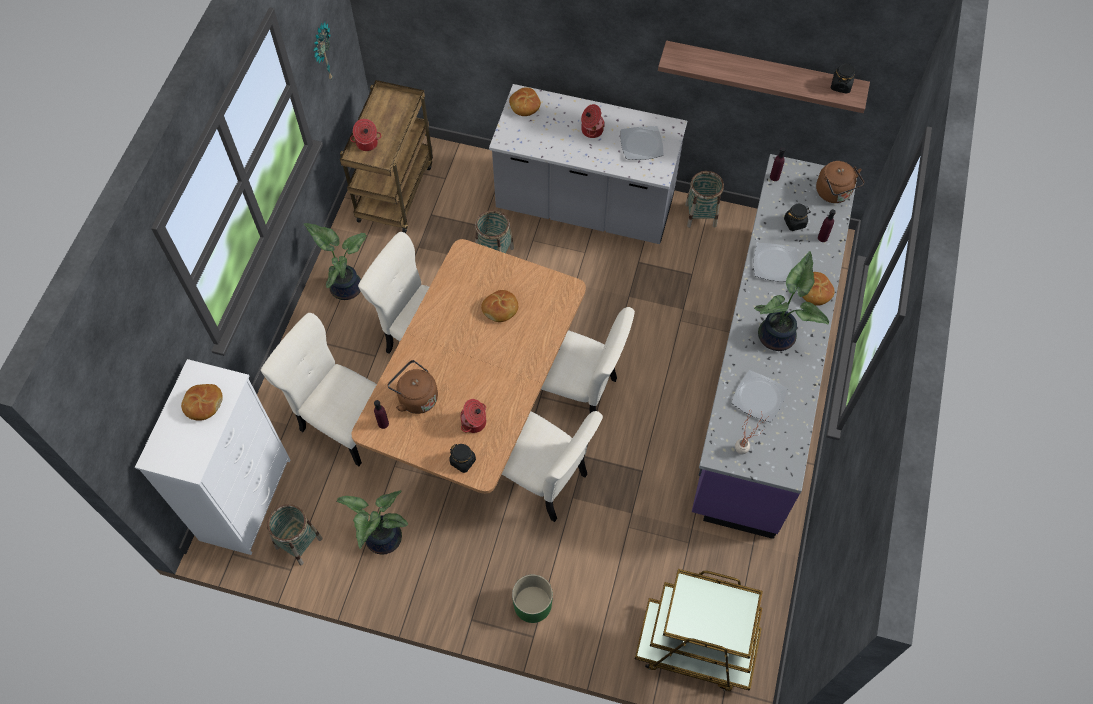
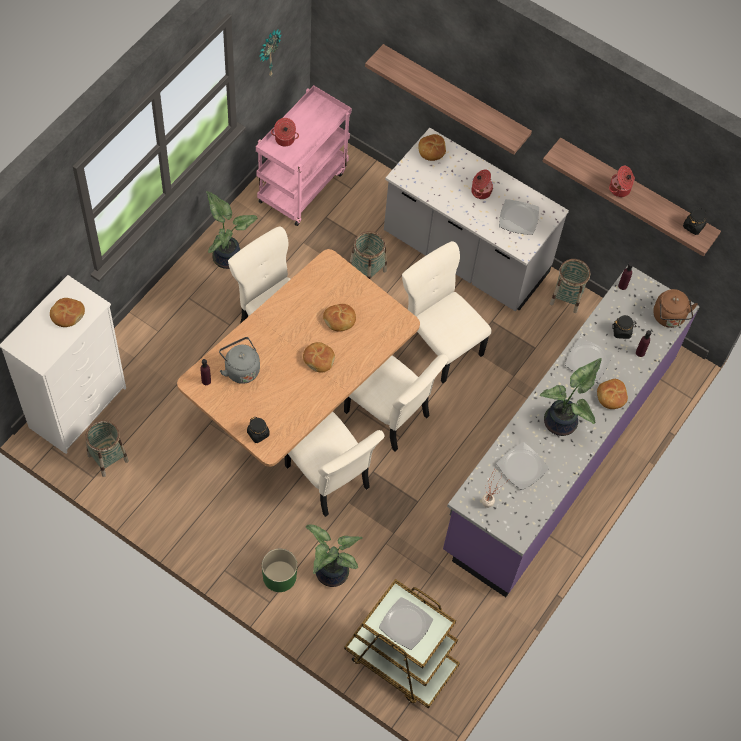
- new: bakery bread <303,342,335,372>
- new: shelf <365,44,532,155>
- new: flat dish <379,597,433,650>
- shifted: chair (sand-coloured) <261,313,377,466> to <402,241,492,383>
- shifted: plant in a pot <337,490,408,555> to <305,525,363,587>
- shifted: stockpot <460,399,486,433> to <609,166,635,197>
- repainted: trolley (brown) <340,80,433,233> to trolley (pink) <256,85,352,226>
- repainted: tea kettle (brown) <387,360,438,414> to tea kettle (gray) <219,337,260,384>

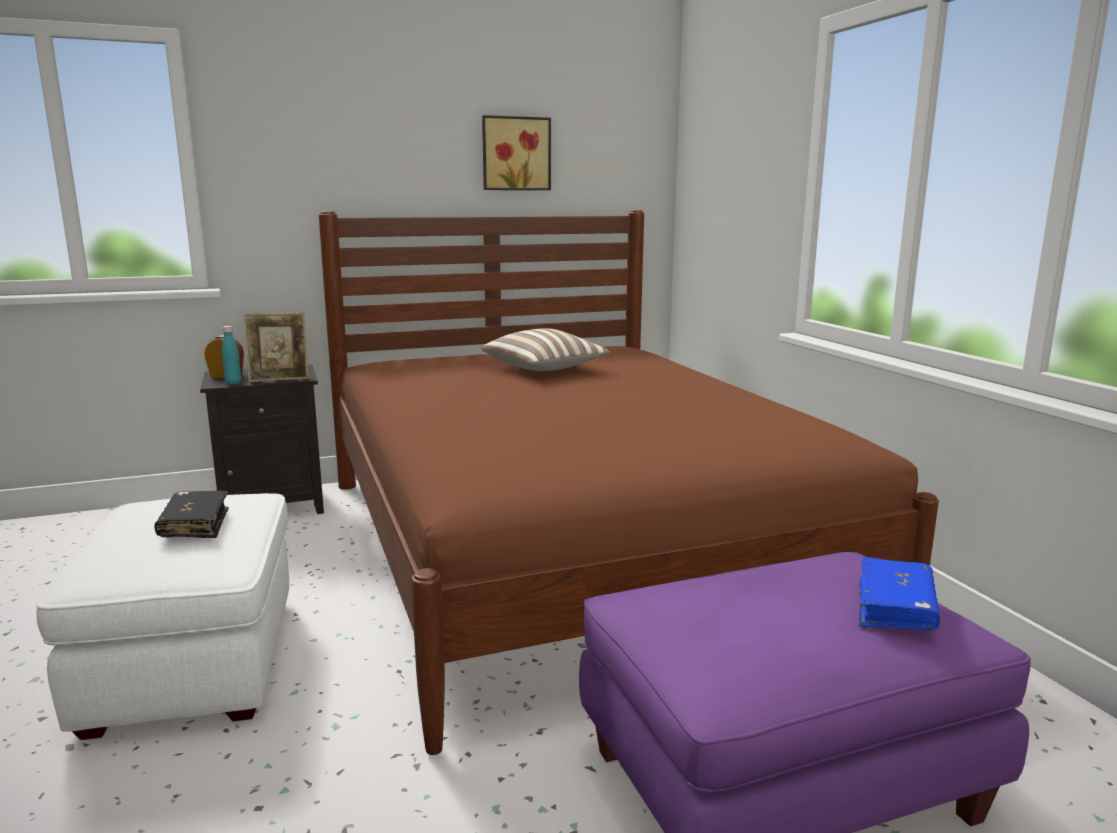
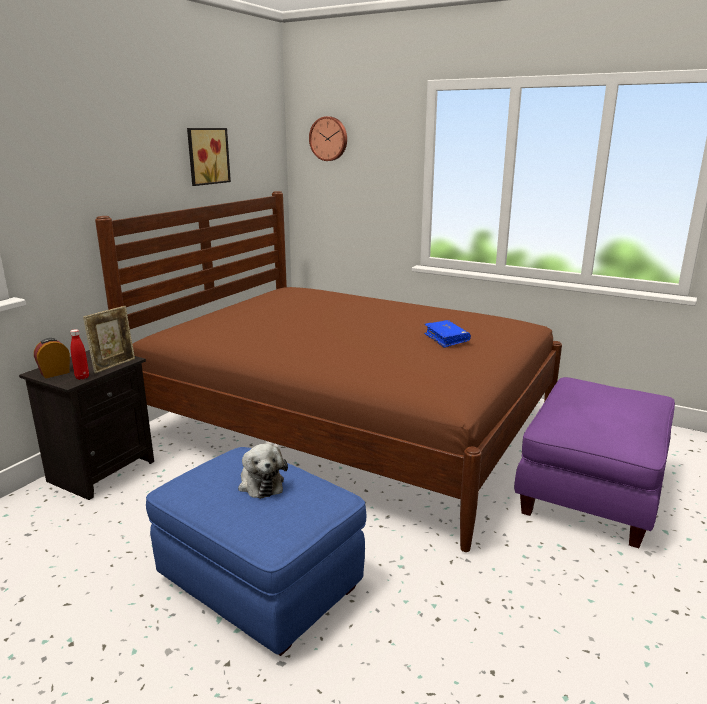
- gone: pillow <481,328,610,371>
- new: wall clock <309,116,347,161>
- shifted: book (blue-coloured) <859,557,940,630> to <424,320,471,348>
- swapped: book (blackish) <154,491,229,538> to cuddly toy <238,444,288,499>
- repainted: pouffe (white-coloured) <36,493,289,740> to pouffe (blue-coloured) <146,447,367,656>
- repainted: bottle (blue-green) <222,326,241,385> to bottle (reddish) <70,329,89,380>

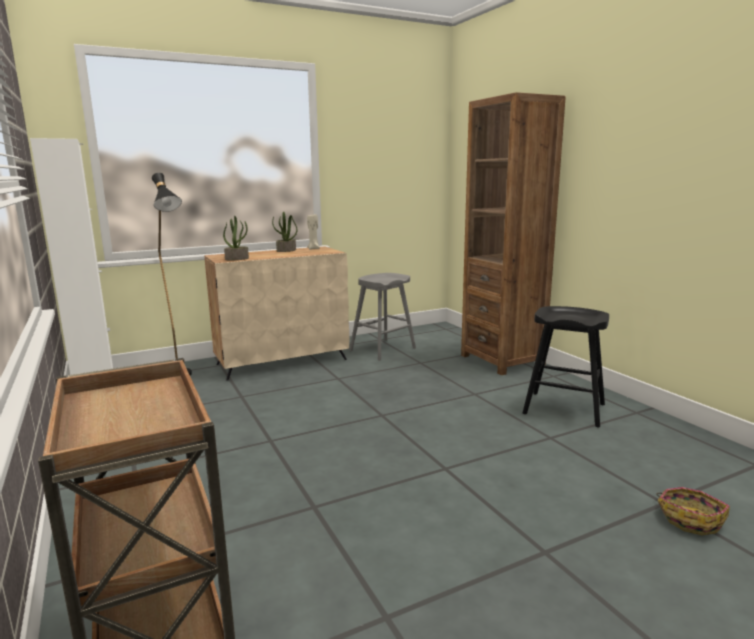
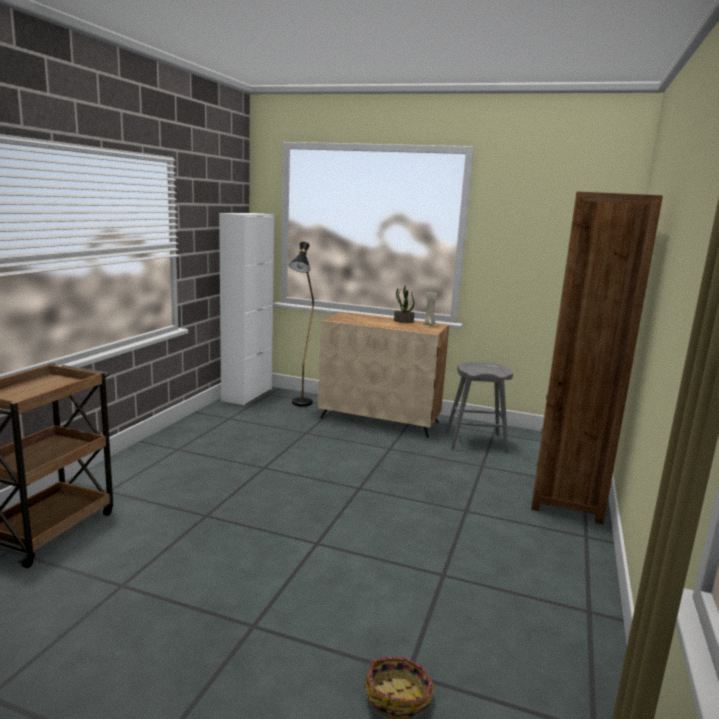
- gone: plant in a pot <223,216,249,260>
- gone: stool (blackish) <523,306,609,428>

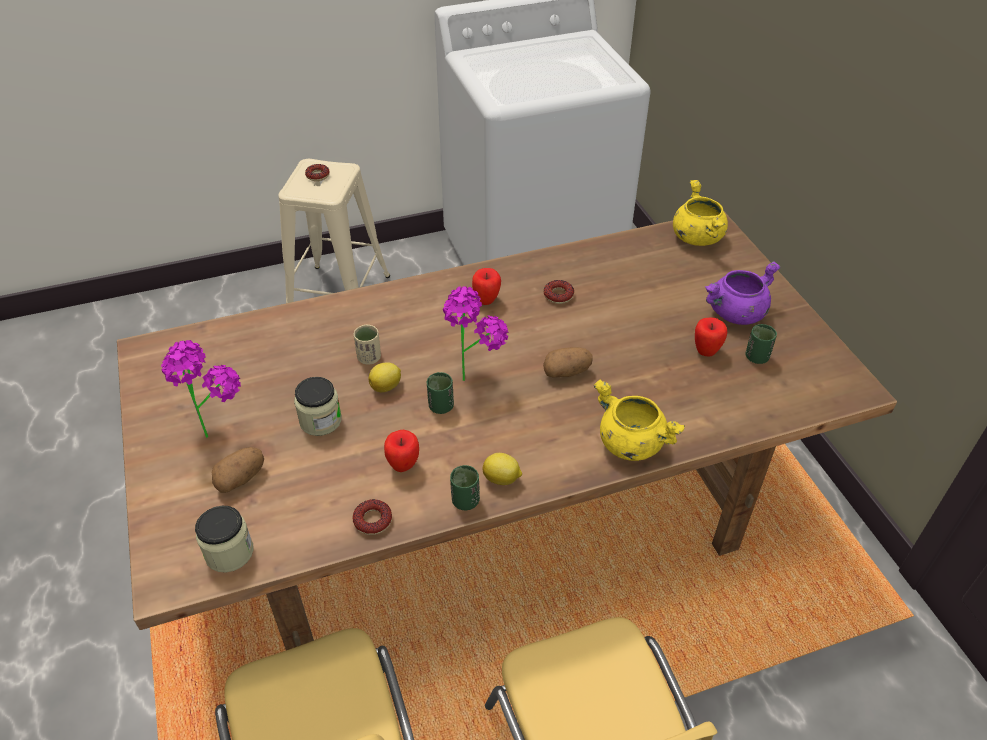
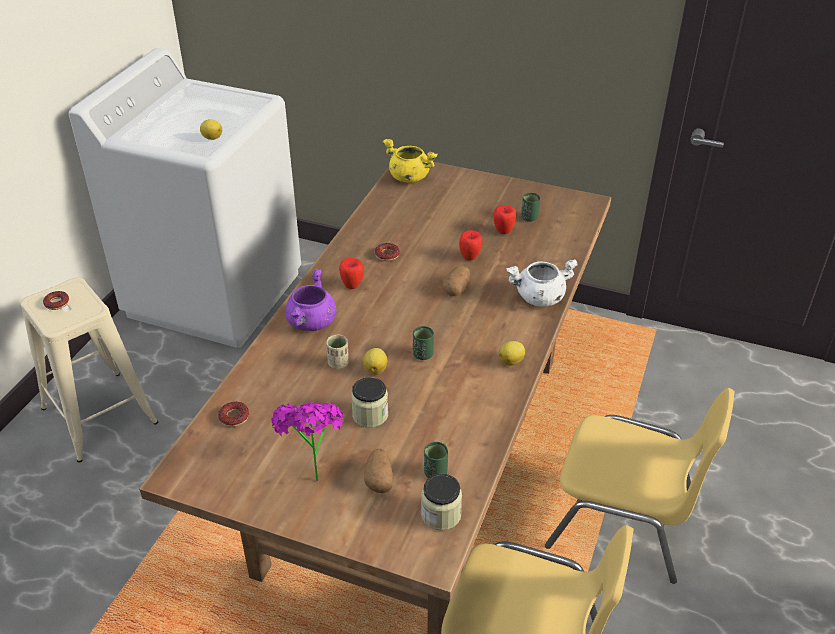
- gone: plant in a pot <443,286,508,381>
- new: lemon <200,119,222,140>
- shifted: ring doughnut <353,499,392,535> to <218,402,249,427>
- shifted: whole apple <384,430,419,472> to <459,230,482,261>
- shifted: small cup (green) <450,465,480,510> to <424,442,448,478>
- shifted: stockpot (purplish) <705,261,780,325> to <285,269,336,331>
- repainted: stockpot (yellow) <594,380,685,461> to stockpot (white-coloured) <506,259,578,307>

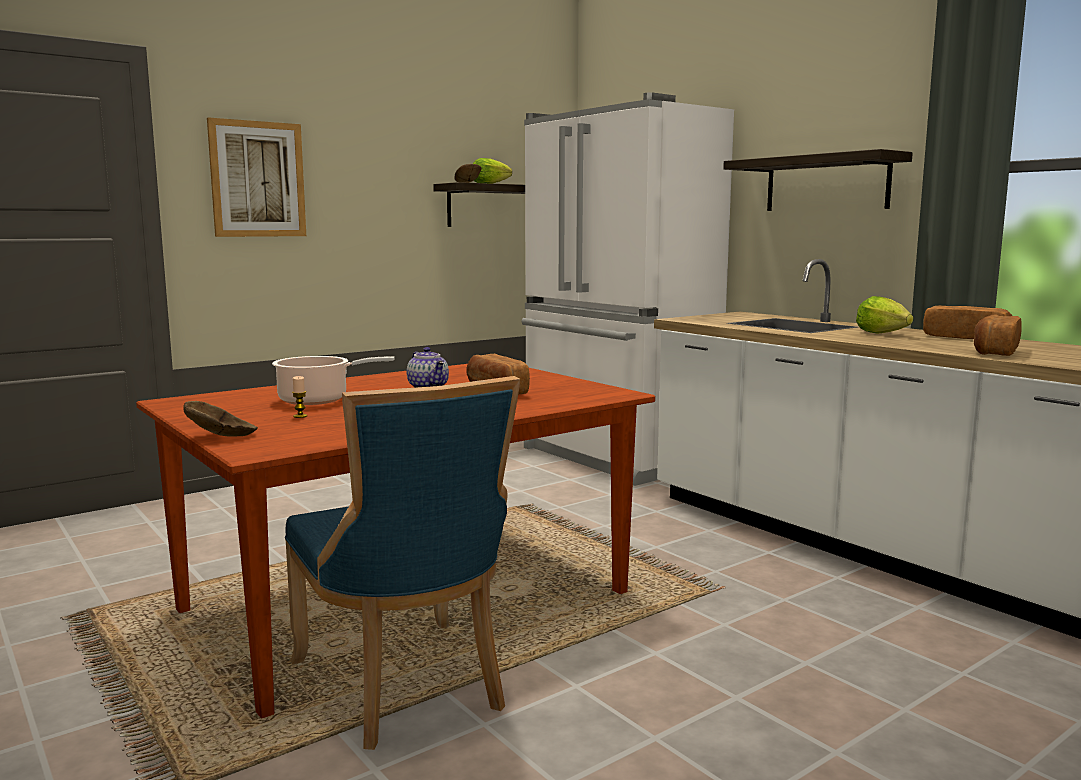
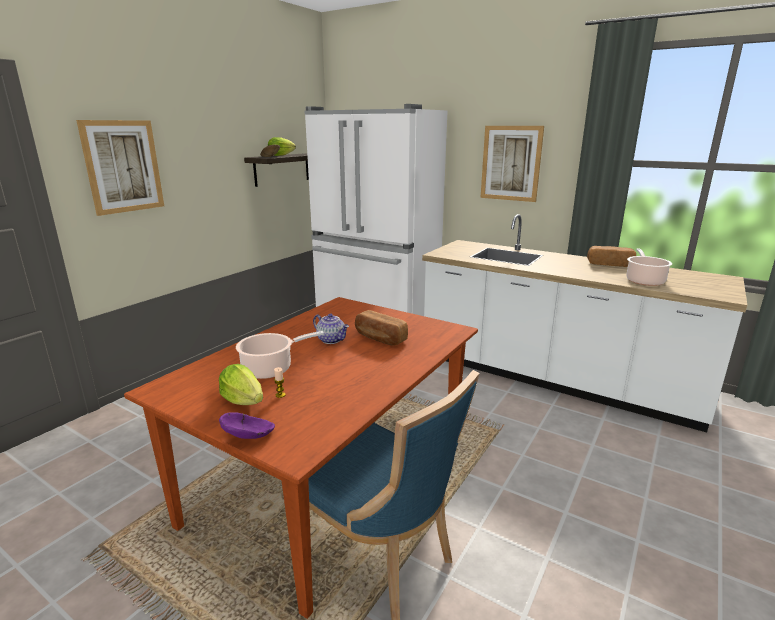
- shifted: head of lettuce <856,296,913,334> to <219,364,263,405>
- swapped: shelf <723,149,913,211> to wall art <480,126,544,202>
- swapped: bakery bread <974,314,1022,356> to stockpot <626,249,672,286>
- repainted: deep dish (brown) <183,401,258,437> to deep dish (purplish) <219,412,275,439>

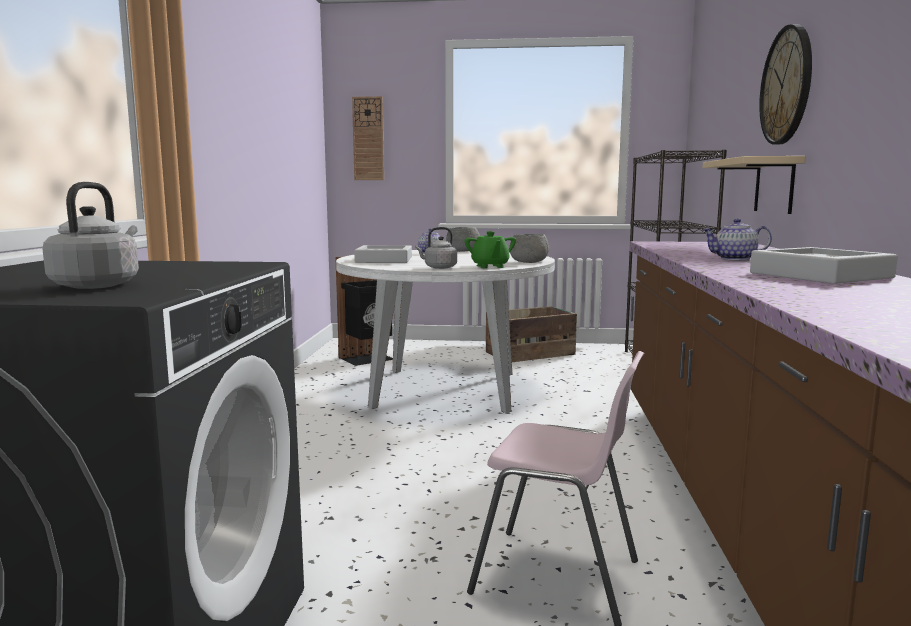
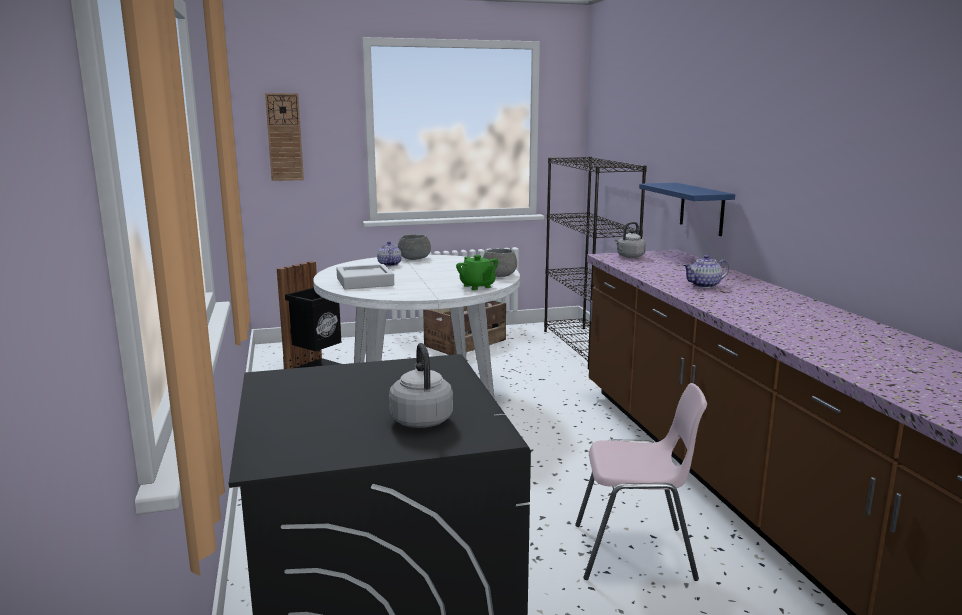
- gone: carrying tray (gray) <750,247,898,284>
- gone: wall clock <759,24,812,144>
- shifted: tea kettle (gray) <415,227,457,269> to <615,222,646,258>
- repainted: shelf (sand-coloured) <703,156,805,214> to shelf (blue-coloured) <639,183,735,236>

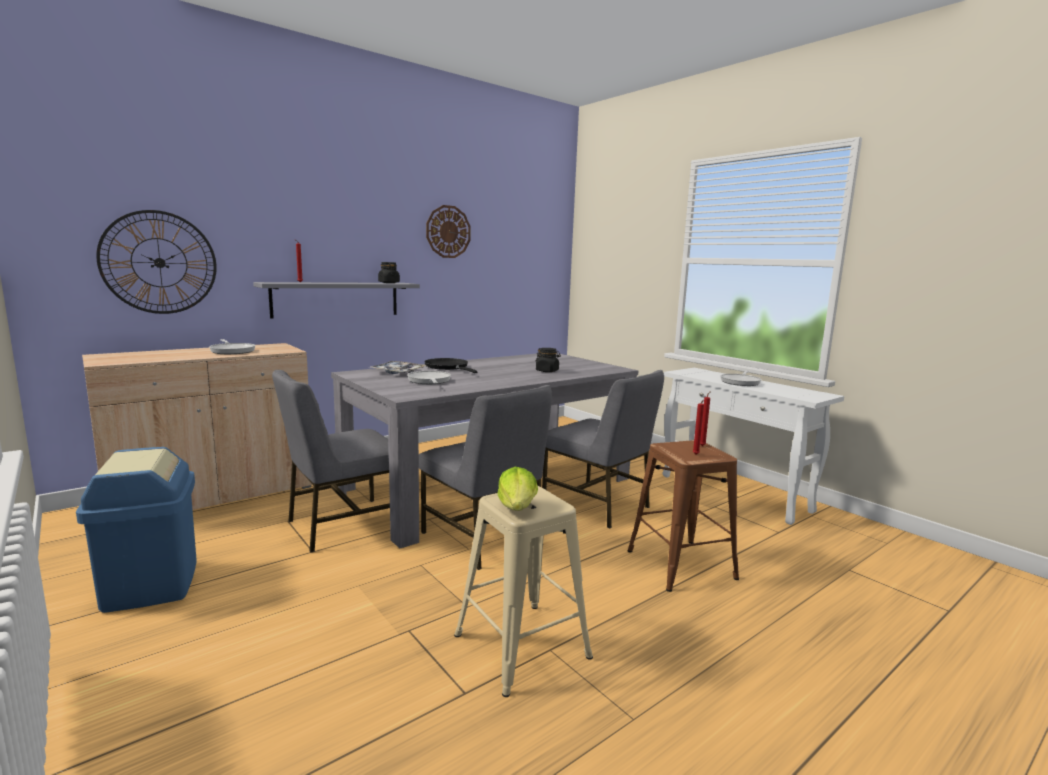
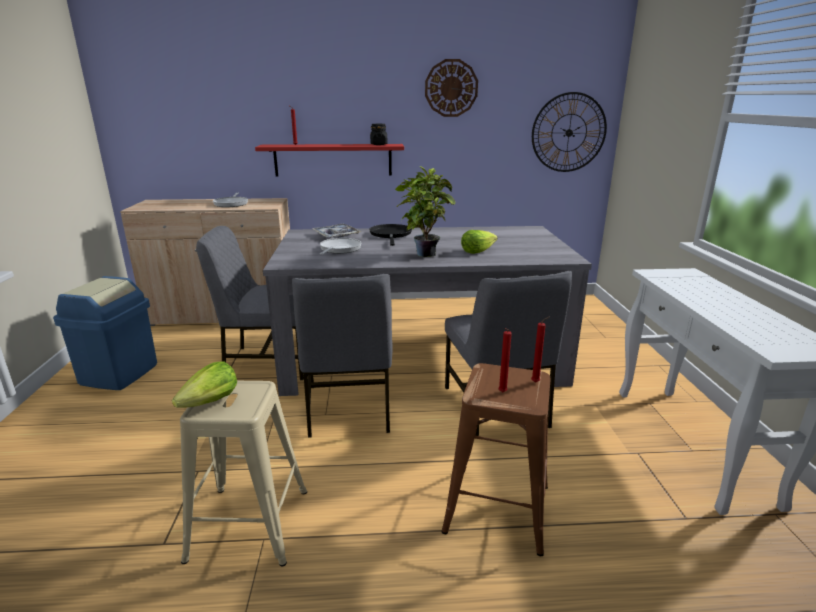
- gone: skillet <721,370,761,386>
- new: plant in a pot <395,166,455,257>
- shifted: wall clock <96,210,217,314> to <532,92,607,172>
- swapped: storage jar (blackish) <536,348,561,372> to head of lettuce <461,230,498,254>
- repainted: shelf (gray) <253,282,420,319> to shelf (reddish) <255,144,404,176>

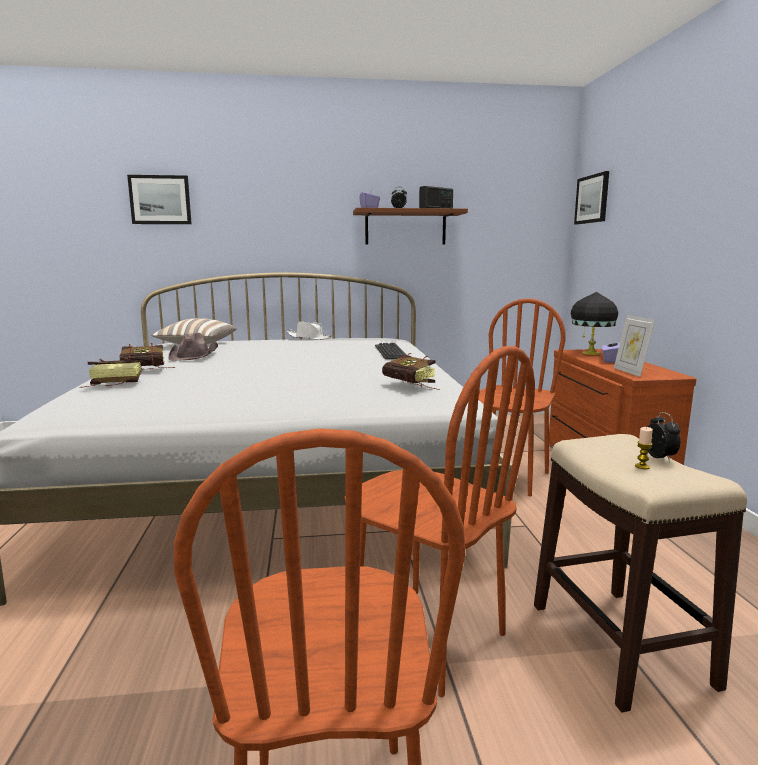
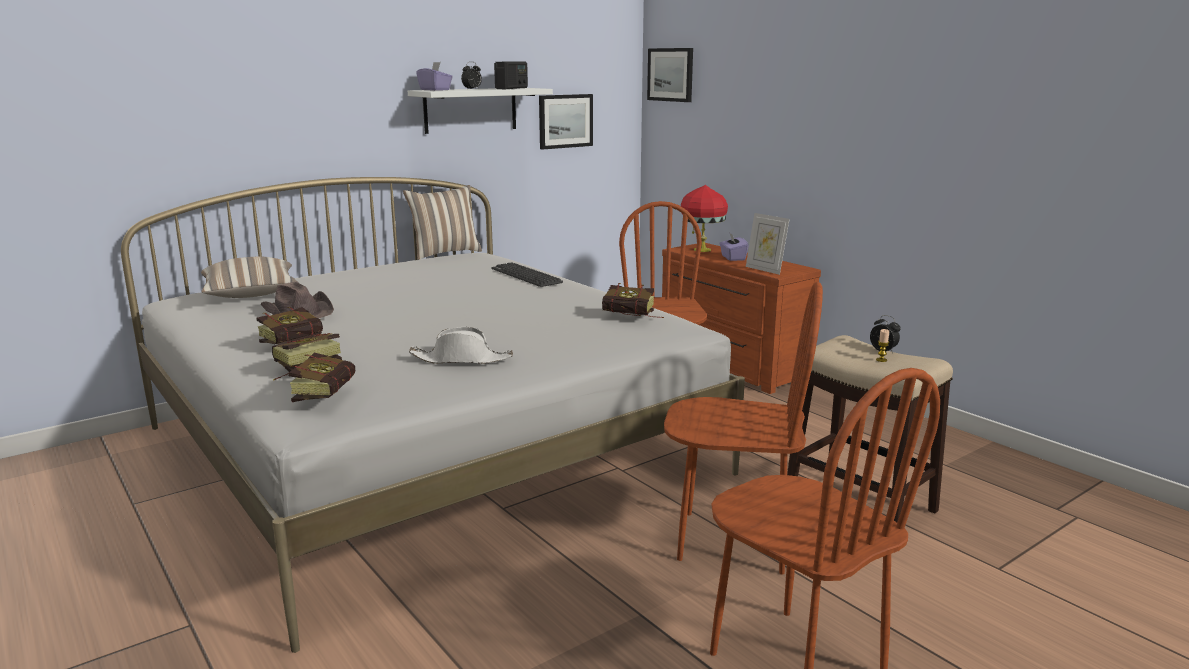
- new: book <289,353,355,402>
- new: pillow <403,185,482,260>
- shifted: wall art <127,175,192,224> to <539,94,593,150>
- shifted: clothing hat (white-coloured) <287,321,333,340> to <409,327,513,364>
- repainted: shelf (brown) <353,208,468,245> to shelf (white-coloured) <408,88,553,134>
- repainted: tabletop lamp (blackish) <571,292,618,355> to tabletop lamp (reddish) <681,185,728,252>

